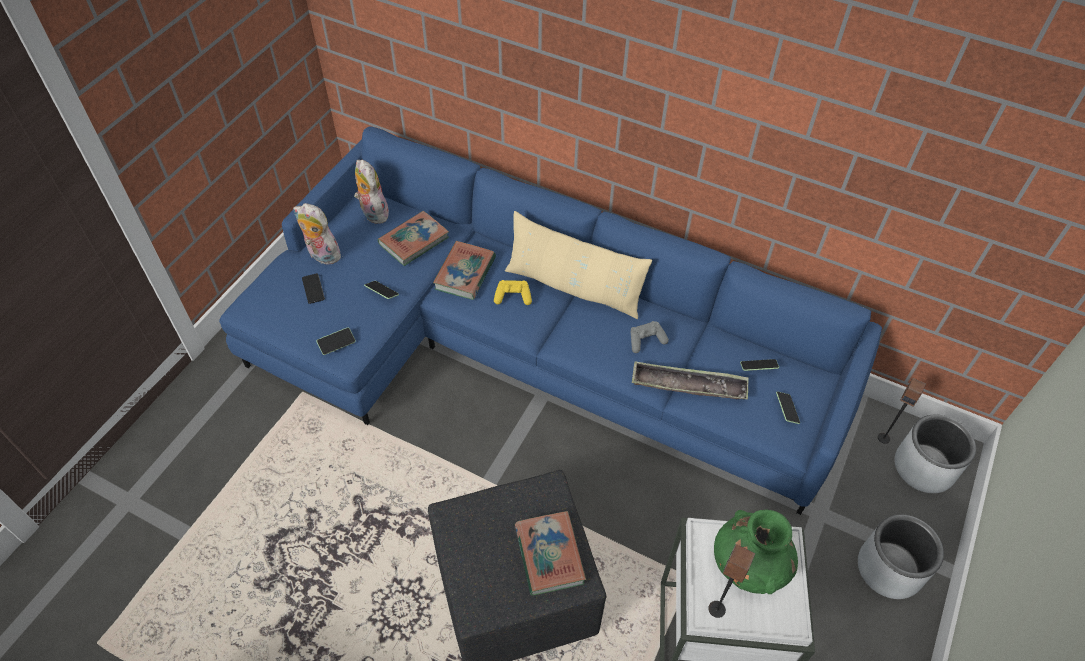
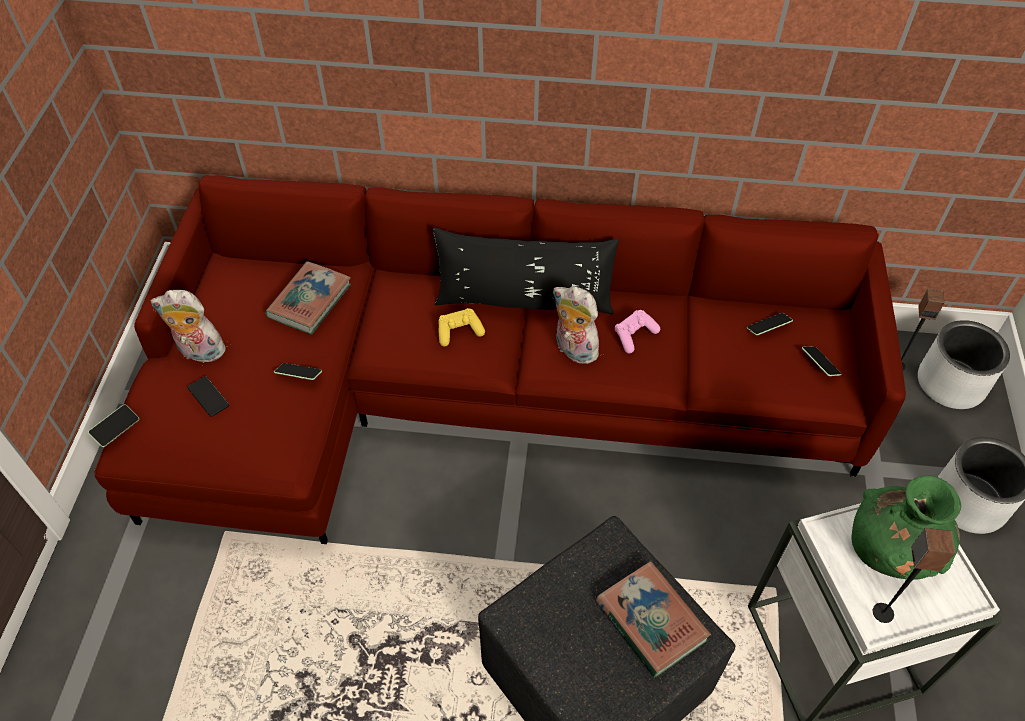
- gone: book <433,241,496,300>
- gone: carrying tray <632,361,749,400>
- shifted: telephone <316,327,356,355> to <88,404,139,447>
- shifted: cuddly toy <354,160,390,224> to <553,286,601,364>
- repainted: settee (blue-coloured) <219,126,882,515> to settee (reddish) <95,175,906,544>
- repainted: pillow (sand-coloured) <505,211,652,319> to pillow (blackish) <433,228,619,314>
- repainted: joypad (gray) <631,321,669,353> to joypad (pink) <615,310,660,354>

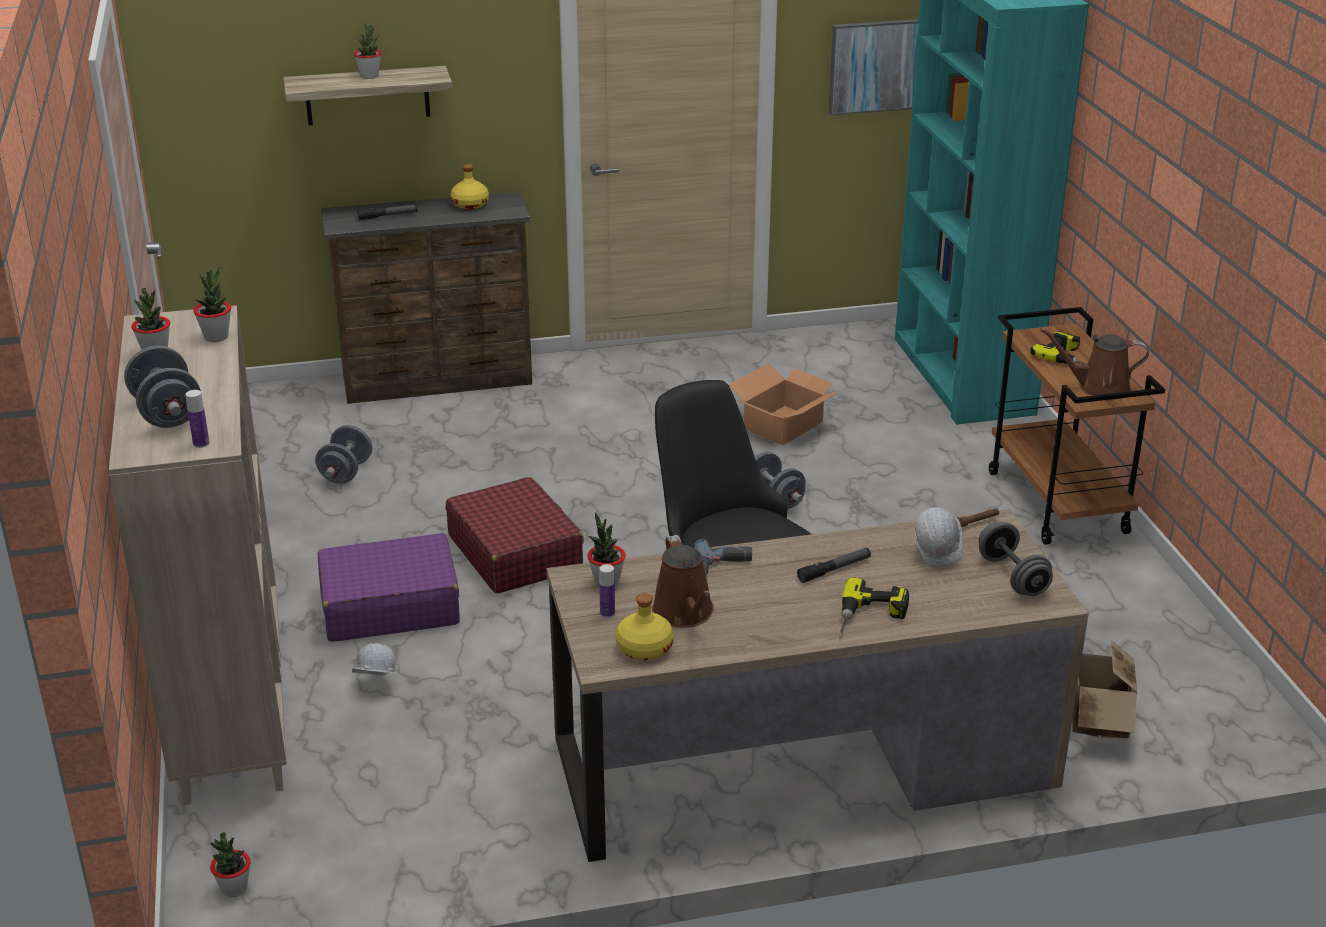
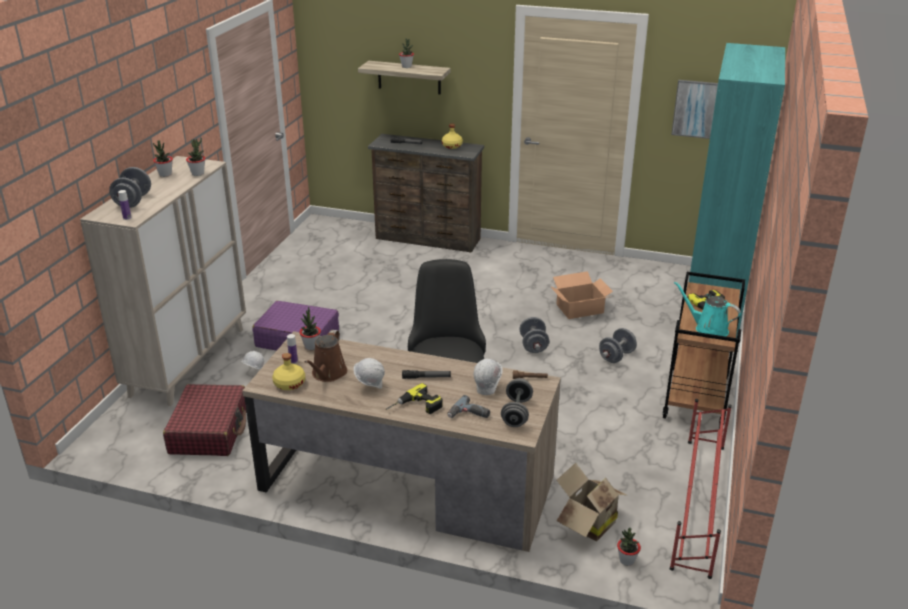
- new: safety helmet (white-coloured) <353,358,385,389>
- new: shoe stand (reddish) <670,399,732,579>
- shifted: plant in a pot <210,832,251,897> to <617,528,641,566>
- shifted: free weight (gray) <315,425,372,484> to <599,328,637,363>
- shifted: suitcase (reddish) <446,477,584,594> to <163,384,247,456>
- shifted: drill <694,539,752,575> to <447,395,490,418>
- repainted: watering pot (brown) <1040,328,1149,399> to watering pot (blue-green) <674,281,741,339>

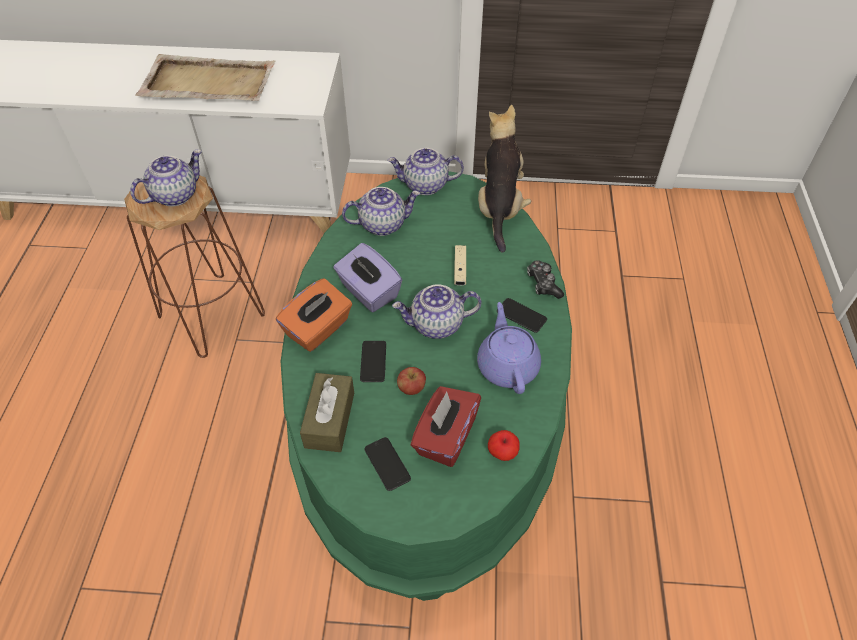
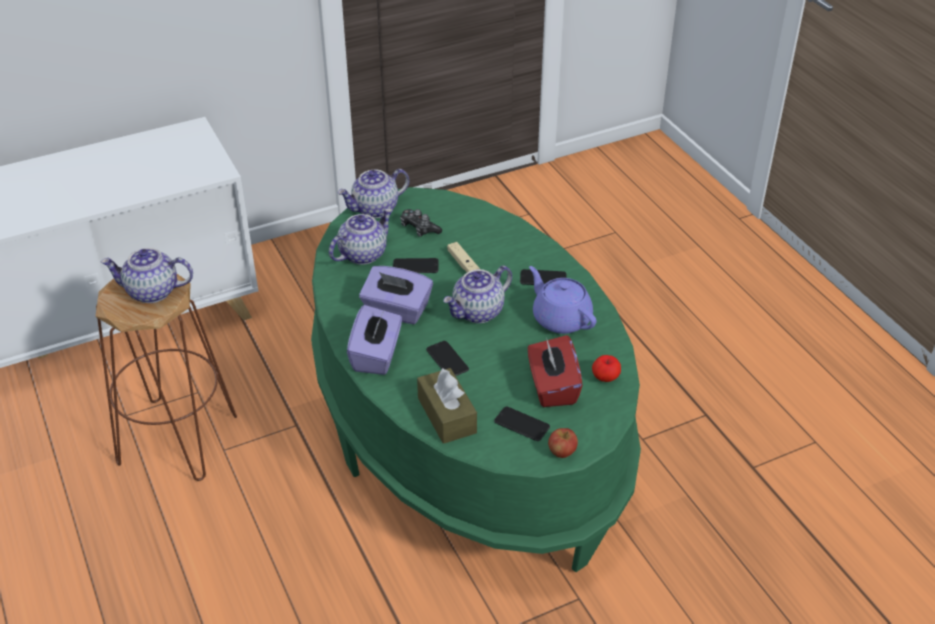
- gone: carrying tray (sand-coloured) <135,54,276,101>
- gone: cuddly toy <478,105,532,253>
- new: telephone <393,258,439,273>
- shifted: whole apple <397,367,426,395> to <548,428,578,458>
- shifted: joypad <527,260,564,299> to <400,209,442,237>
- repainted: tissue holder (orange-coloured) <276,278,352,352> to tissue holder (purplish) <347,305,402,375>
- rotated: pot for tea <130,149,202,206> = <101,248,193,303> 105 degrees counterclockwise

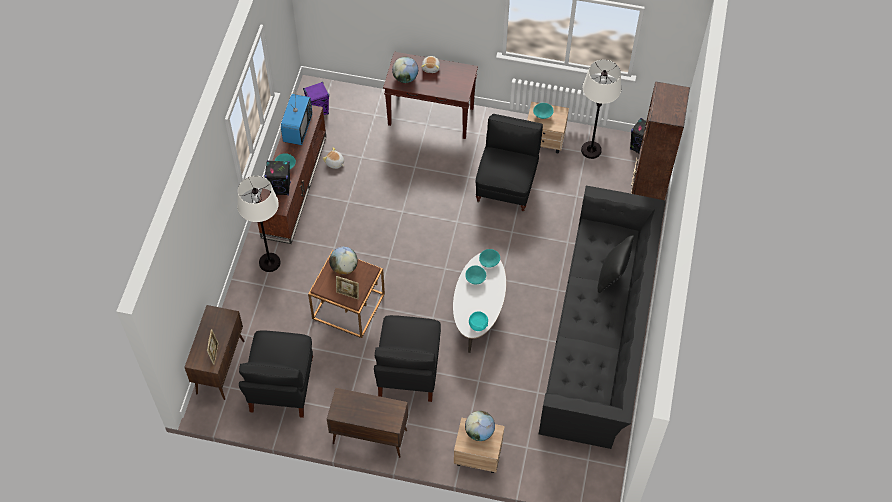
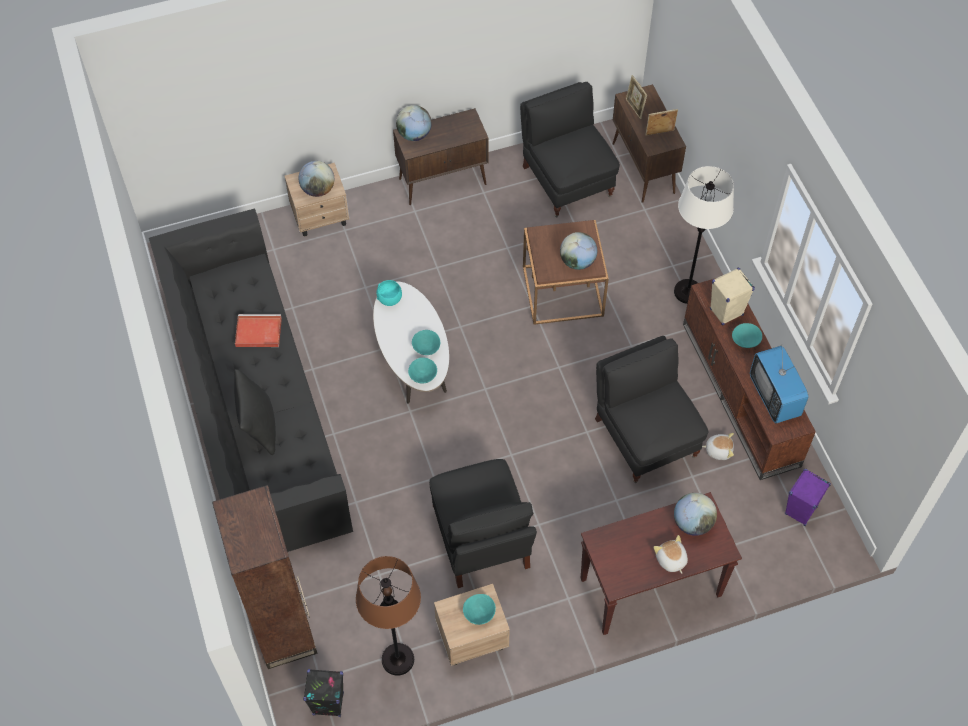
- new: carrying tray (reddish) <235,314,282,347>
- new: desk globe <396,105,432,141>
- shifted: picture frame <336,276,359,299> to <645,109,678,136>
- shifted: lounge chair (blackish) <374,315,441,402> to <595,336,708,483>
- repainted: audio speaker (blackish) <265,160,291,196> to audio speaker (sand-coloured) <710,268,755,326>
- repainted: floor lamp (white-coloured) <581,60,621,159> to floor lamp (brown) <356,556,421,676>

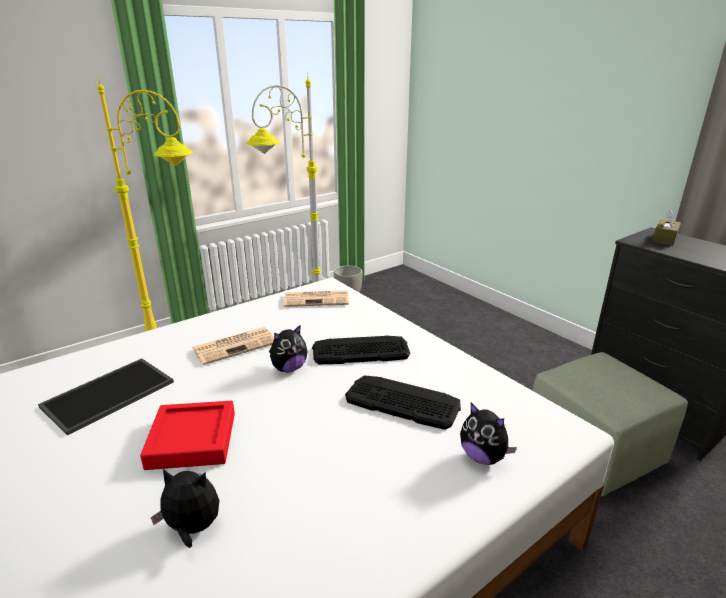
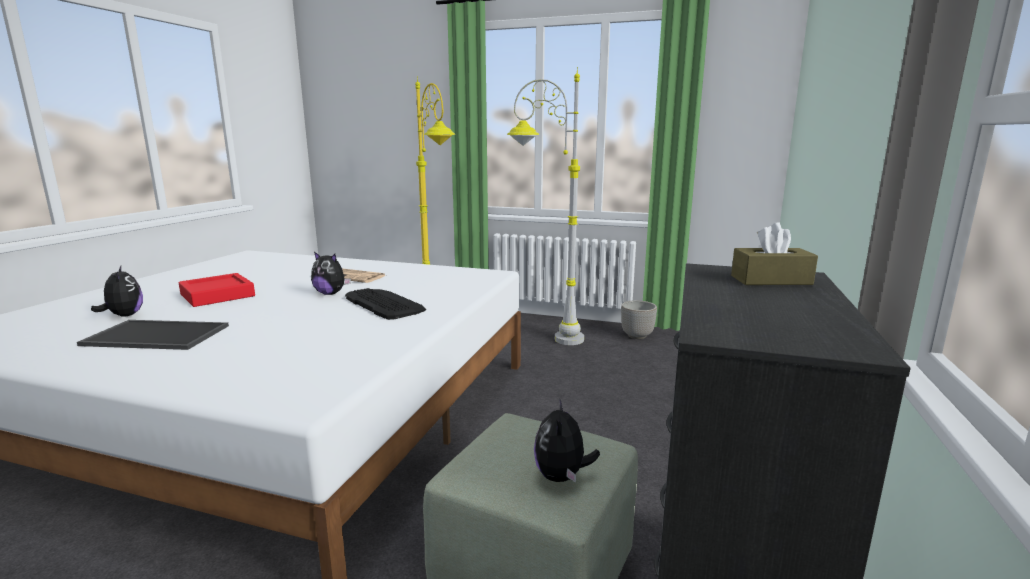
- gone: daily paper <284,290,349,307>
- gone: PC keyboard <345,375,461,430>
- shifted: carrying tray <38,358,174,436> to <77,320,229,350>
- shifted: cuddly toy <460,403,517,465> to <534,398,600,483>

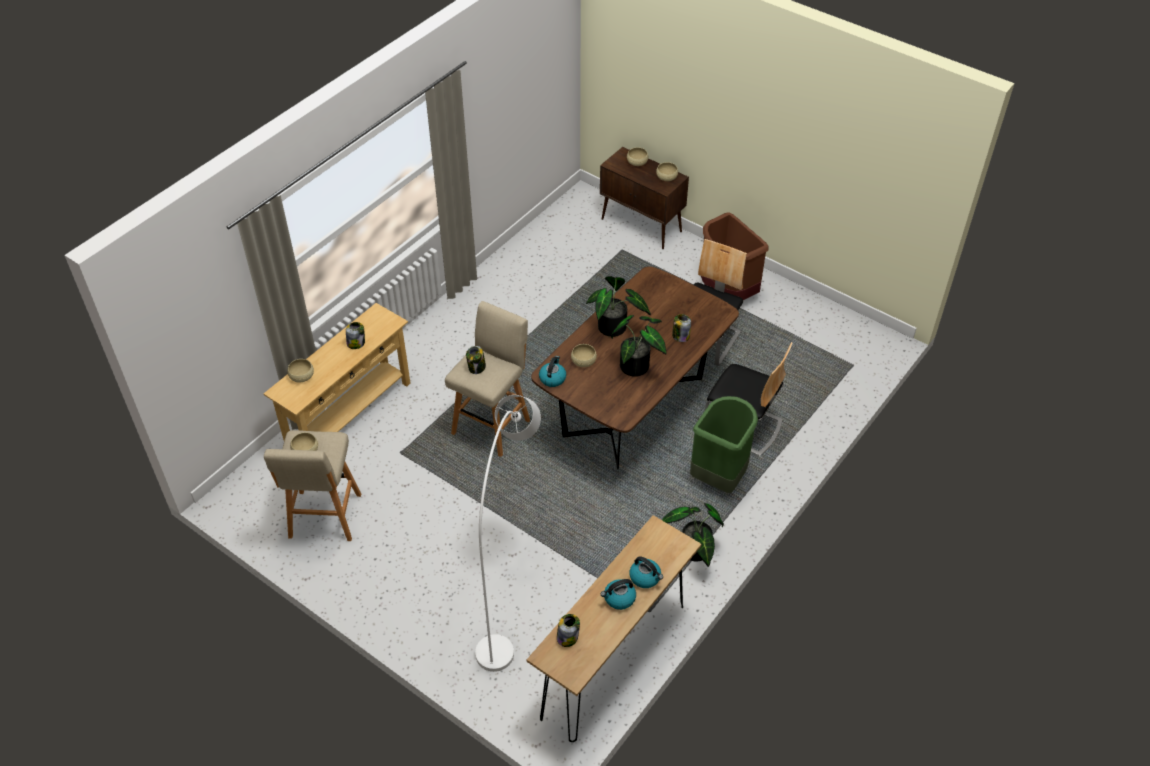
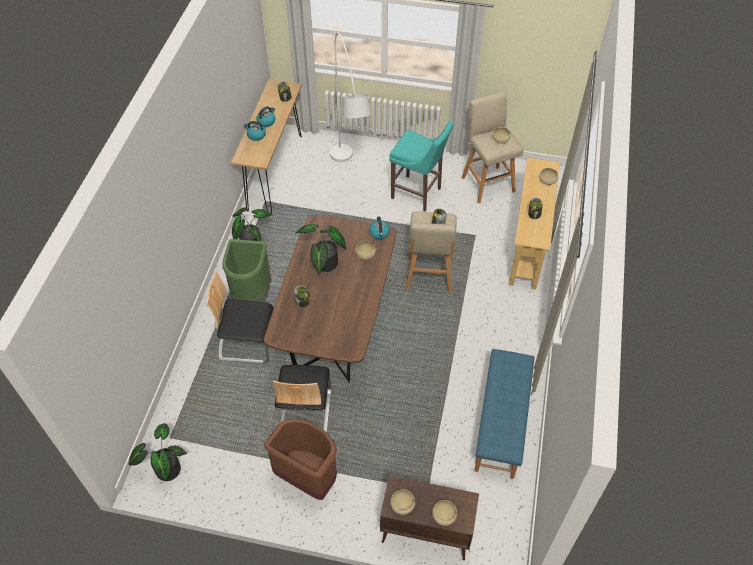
- new: stool (blue-green) <389,121,454,212>
- new: bench (blue-coloured) <475,349,534,479>
- shifted: plant in a pot <586,276,651,337> to <129,423,187,481>

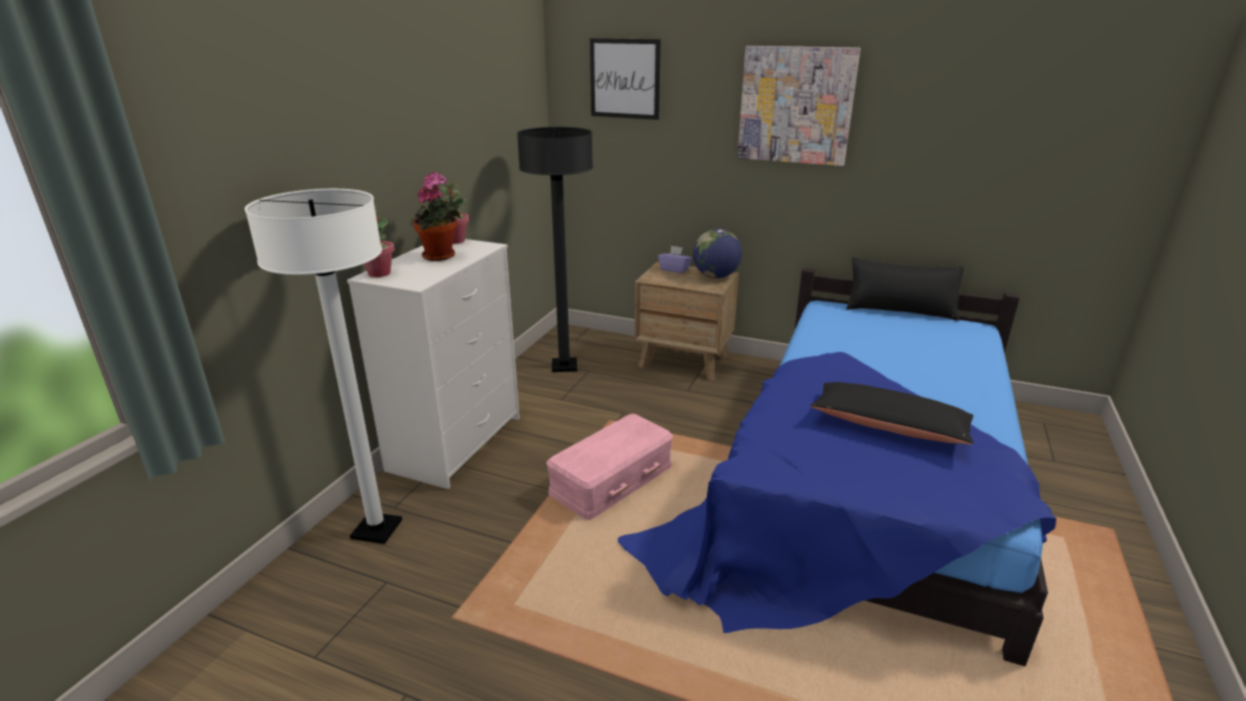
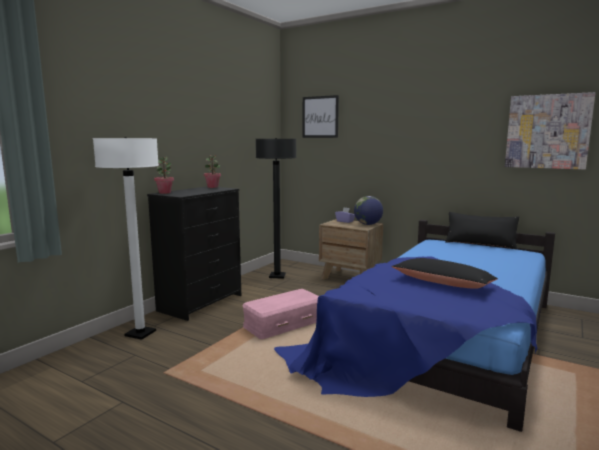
- gone: plant in a pot <413,172,460,261>
- shifted: wall art <737,46,861,166> to <505,92,595,169>
- repainted: chest of drawers (white-coloured) <347,239,520,489> to chest of drawers (blackish) <147,187,241,321>

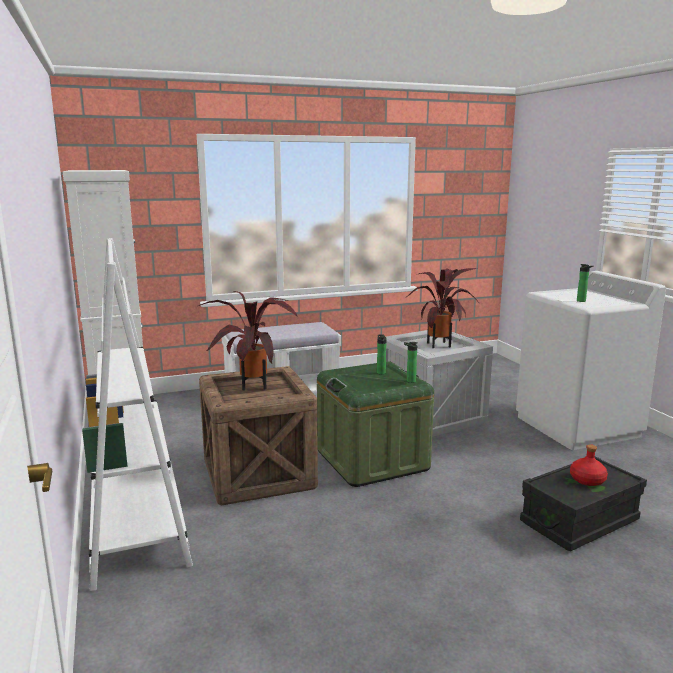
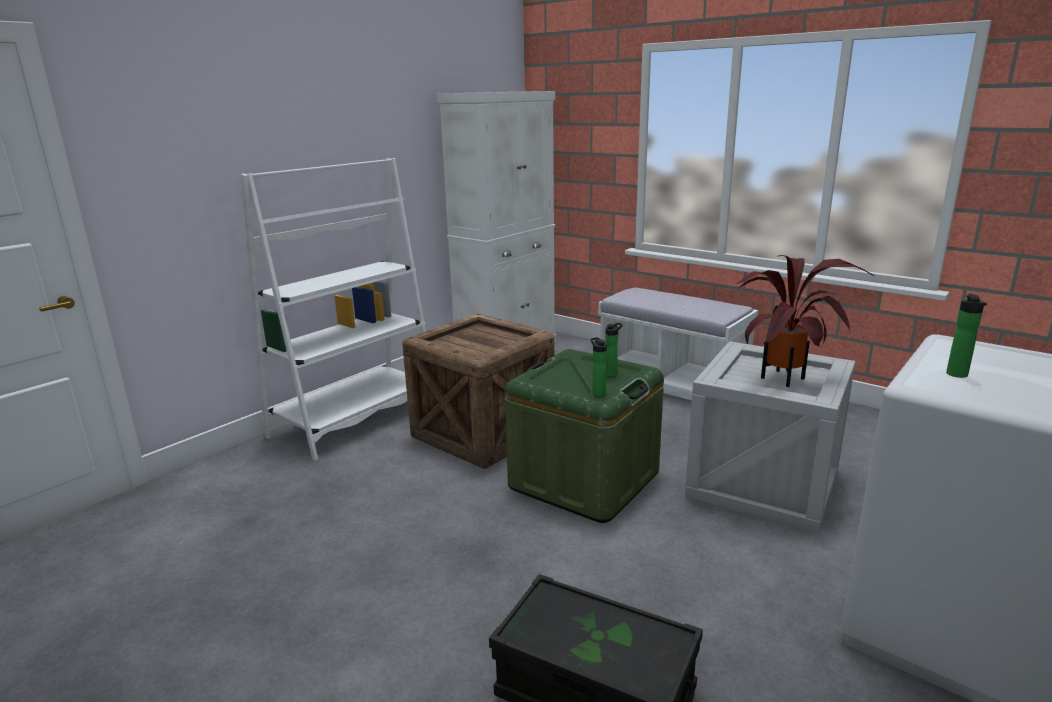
- gone: plant in a pot <198,291,298,391>
- gone: bottle (reddish) <570,444,608,486>

